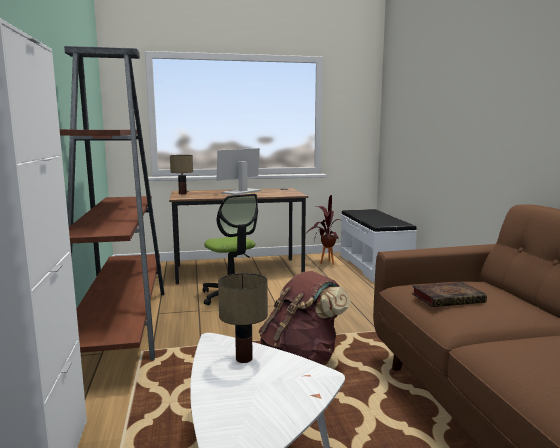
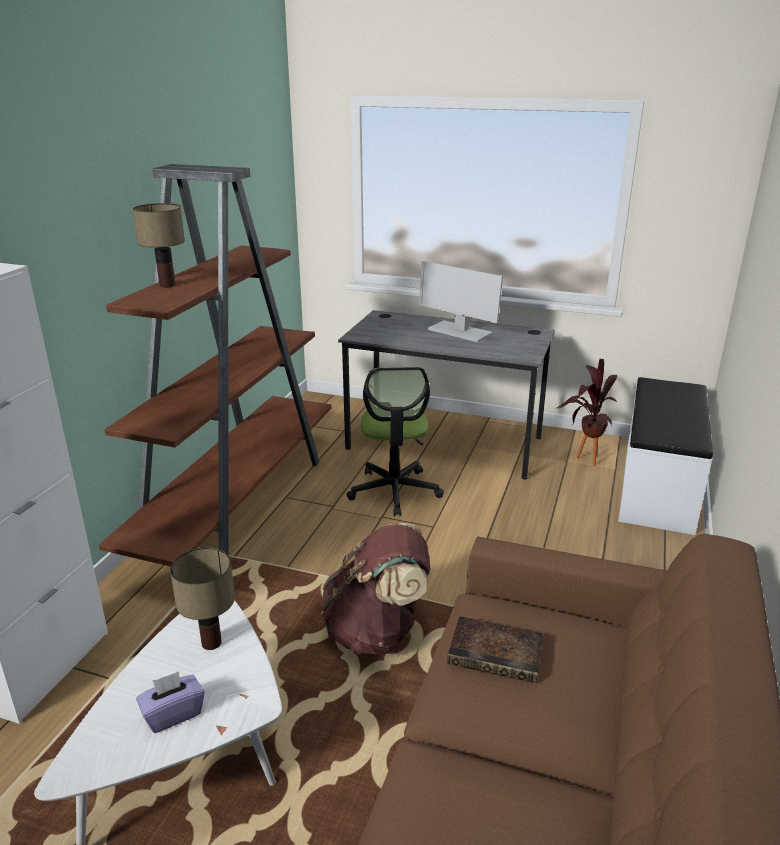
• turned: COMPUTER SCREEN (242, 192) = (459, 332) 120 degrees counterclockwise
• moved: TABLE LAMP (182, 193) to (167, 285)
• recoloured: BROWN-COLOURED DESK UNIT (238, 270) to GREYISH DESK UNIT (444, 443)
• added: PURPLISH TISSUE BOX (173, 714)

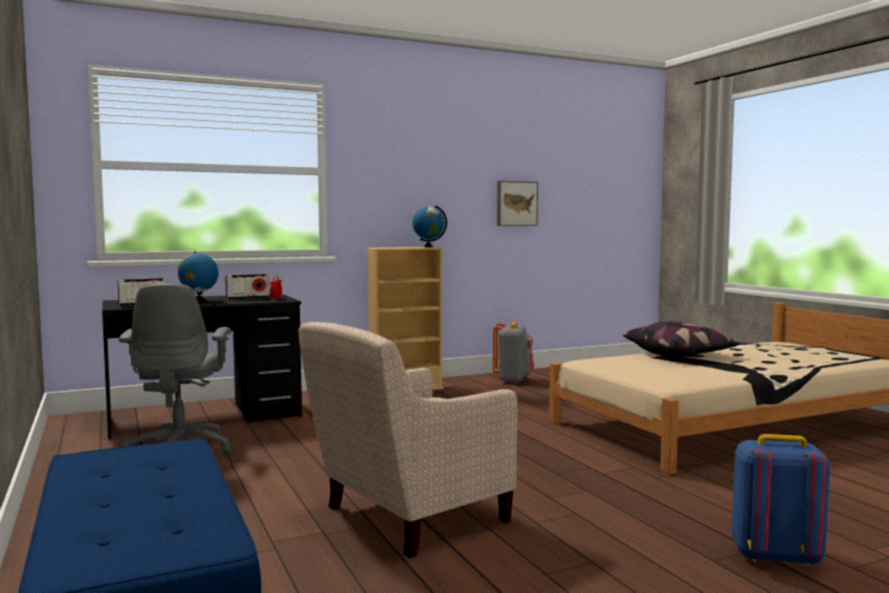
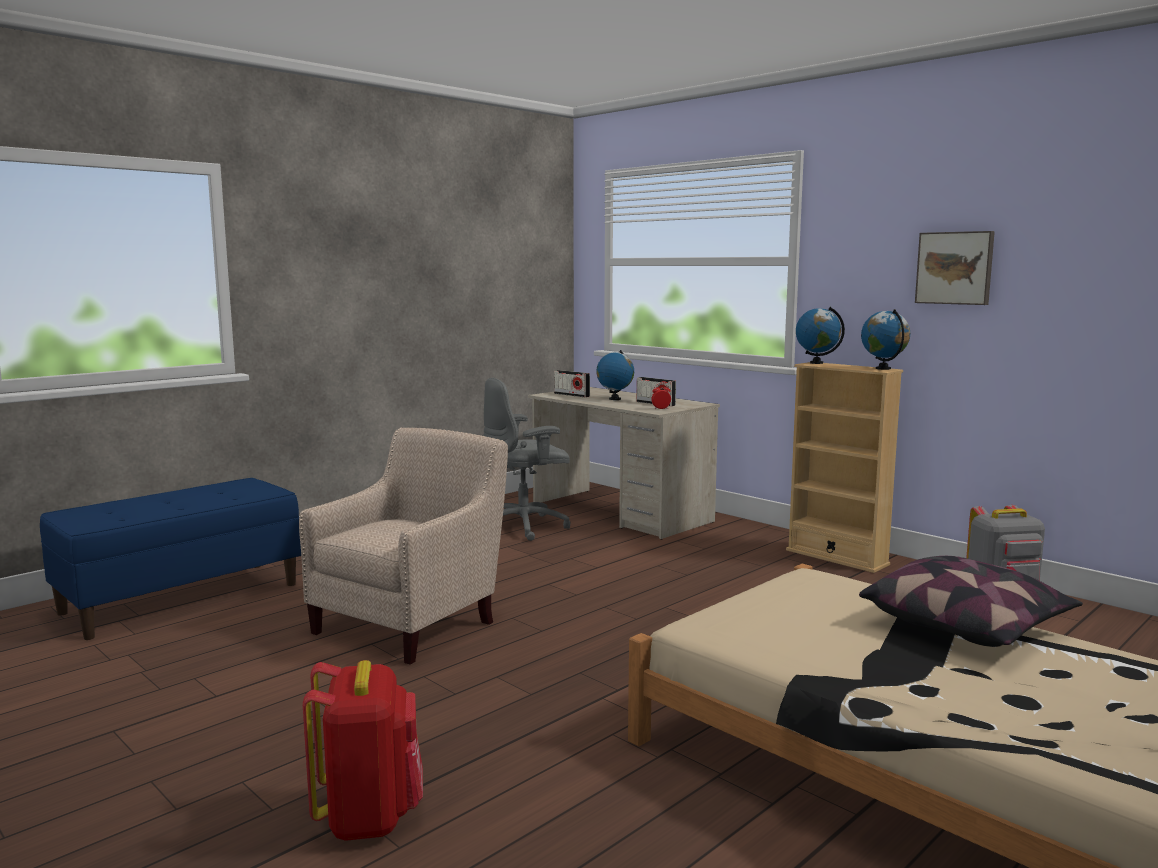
• moved: WALL ART (516, 203) to (955, 268)
• recoloured: BLACK DESK UNIT (205, 417) to SAND-COLOURED DESK UNIT (620, 513)
• turned: SAND-COLOURED LOUNGE CHAIR (406, 517) = (412, 623) 90 degrees clockwise
• recoloured: BLUE KNAPSACK (775, 556) to RED-COLOURED KNAPSACK (369, 816)
• added: WORLD GLOBE (816, 363)

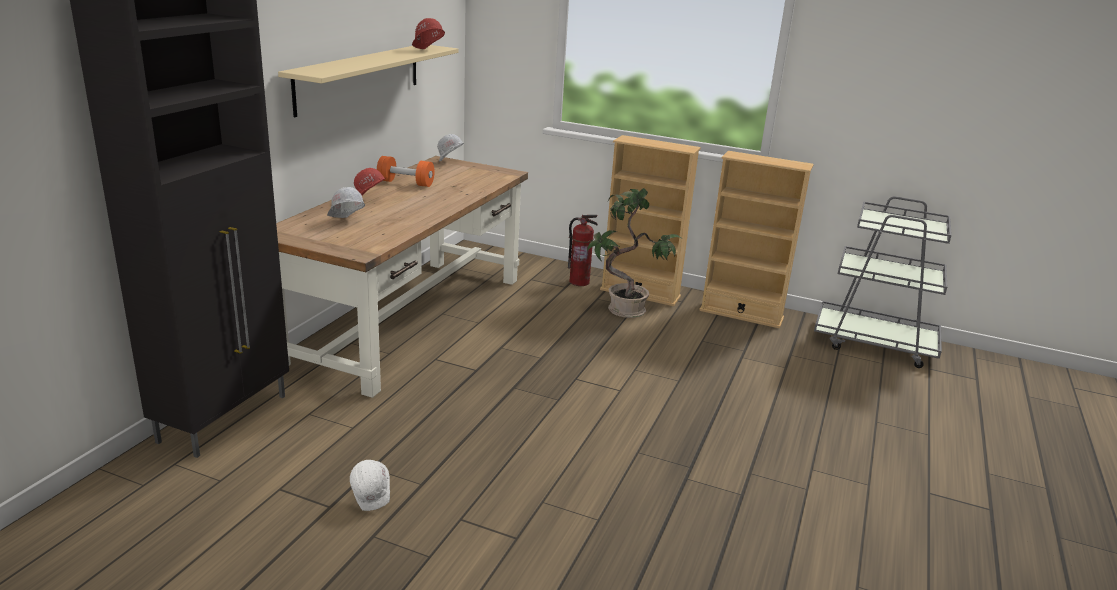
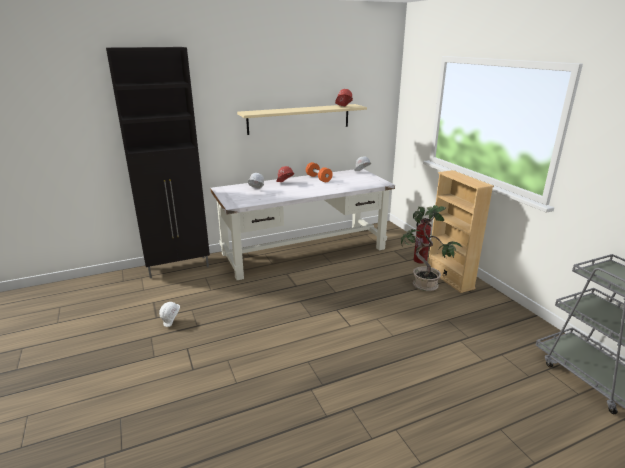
• removed: SAND-COLOURED SHELVING UNIT (741, 314)
• recoloured: BROWN-COLOURED DESK UNIT (409, 318) to WHITISH DESK UNIT (304, 251)

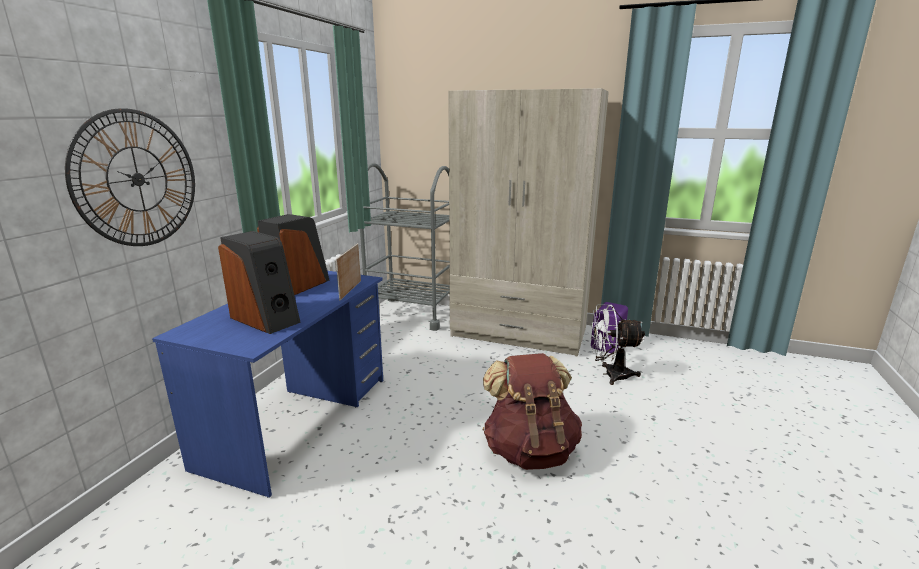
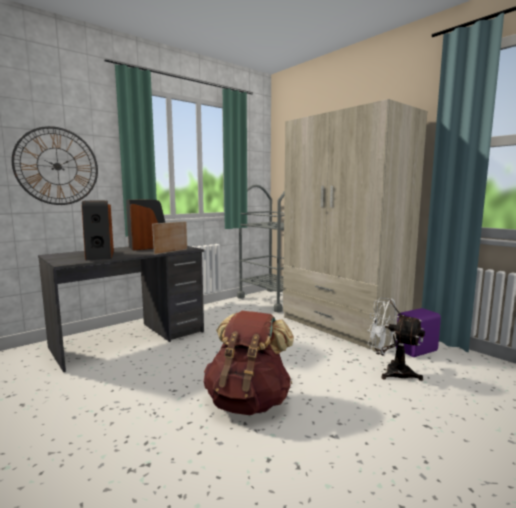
• recoloured: BLUE DESK UNIT (299, 420) to GREYISH DESK UNIT (130, 340)

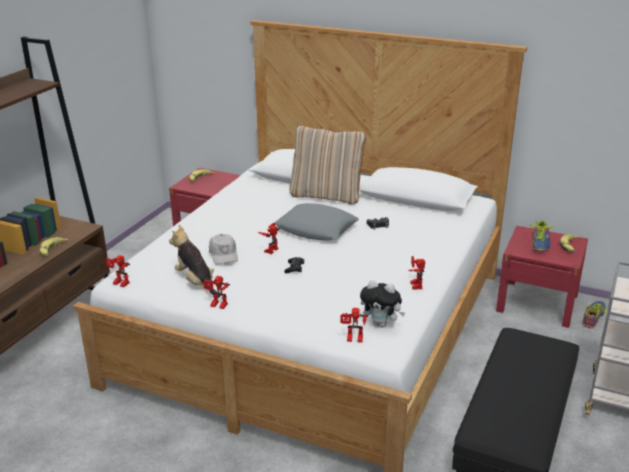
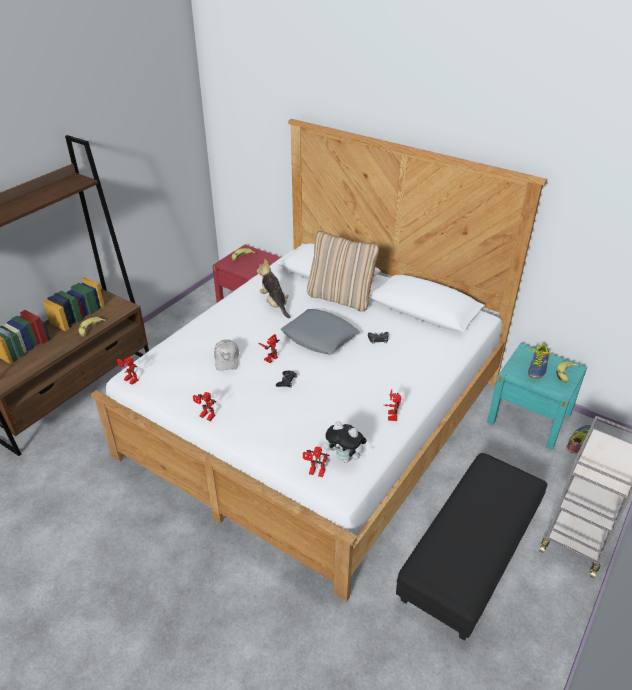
• moved: CUDDLY TOY (196, 282) to (274, 304)
• recoloured: RED-COLOURED BEDSIDE TABLE (537, 303) to TURQUOISE-COLOURED BEDSIDE TABLE (529, 417)

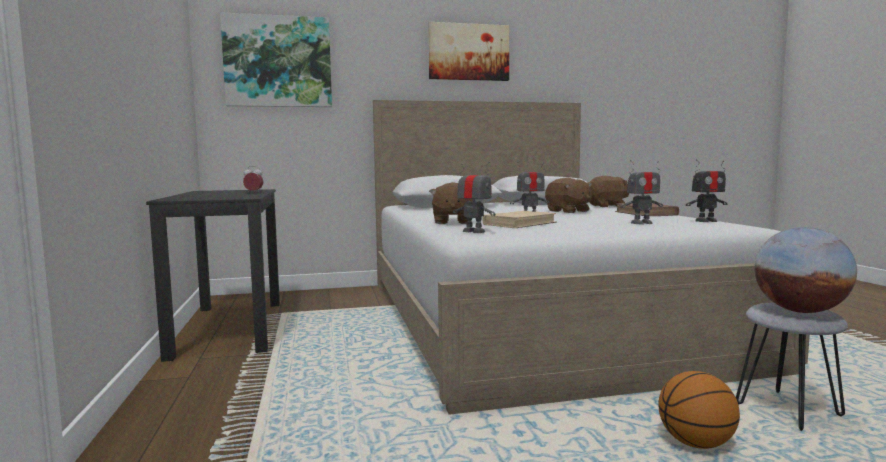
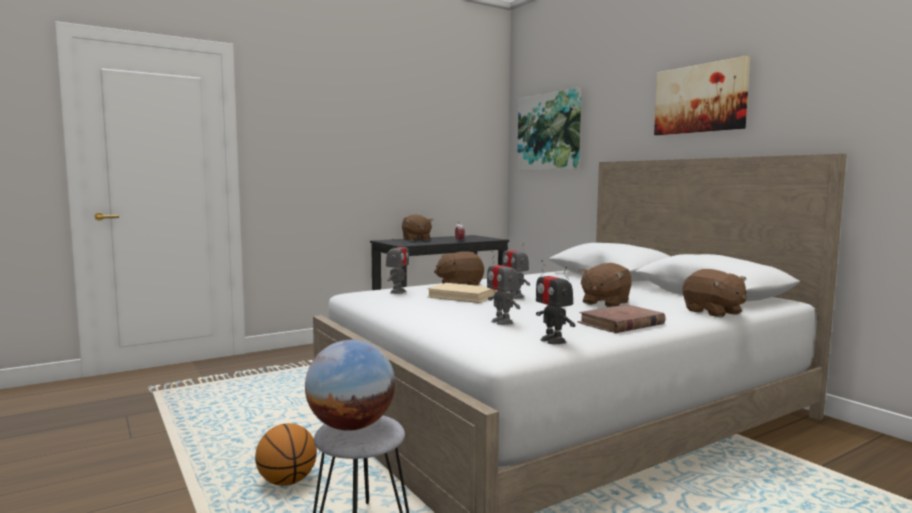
• added: BROWN-COLOURED CUDDLY TOY (416, 239)

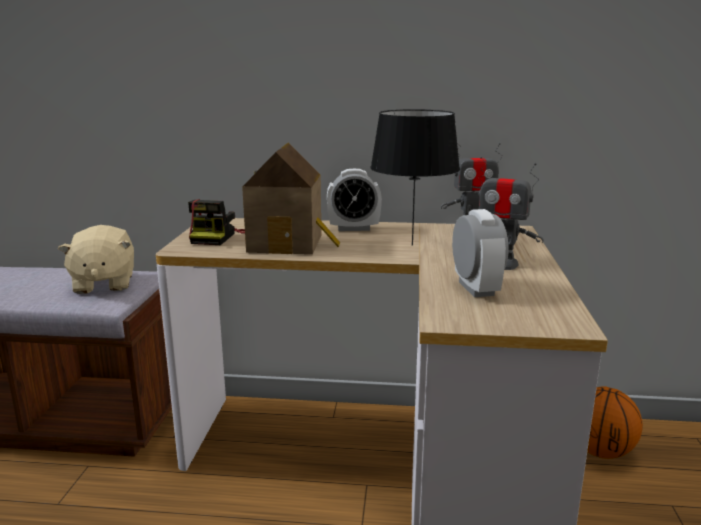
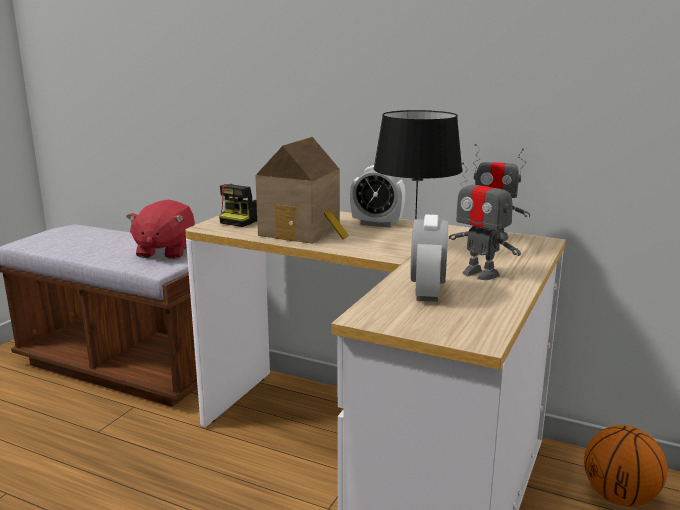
• recoloured: SAND-COLOURED CUDDLY TOY (103, 284) to RED-COLOURED CUDDLY TOY (165, 251)

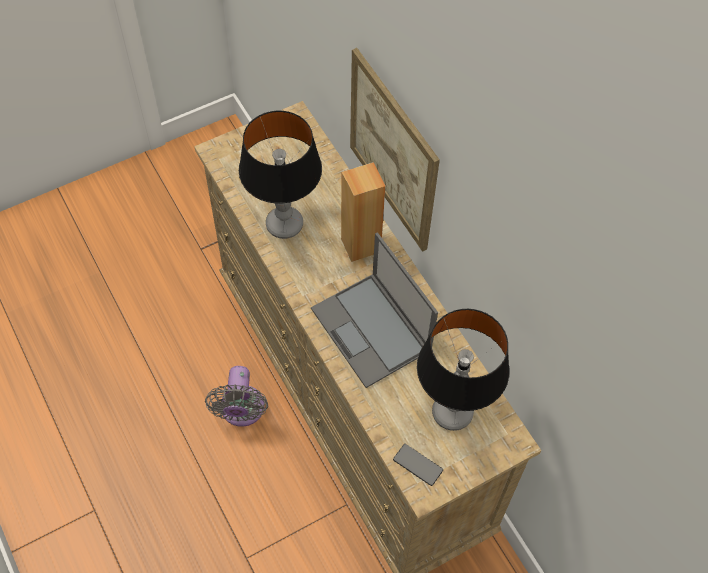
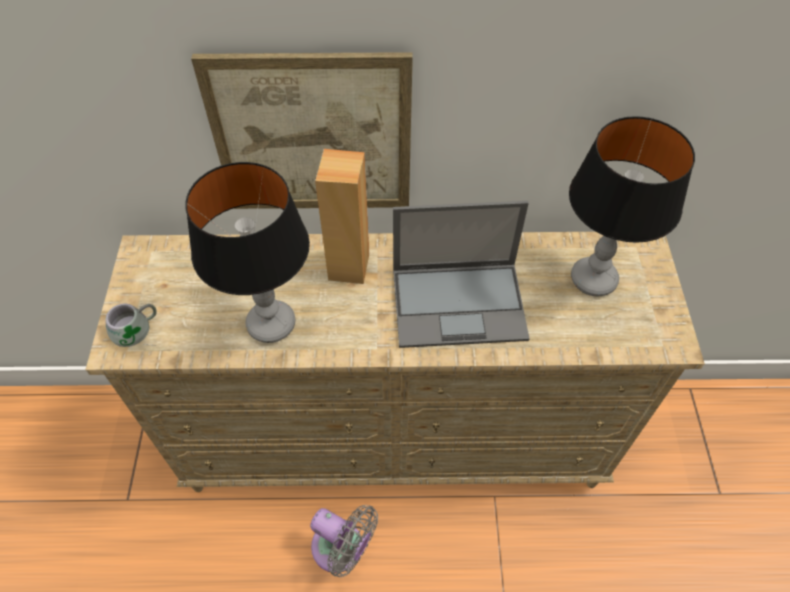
• removed: HANDSET (418, 465)
• added: GREYISH MUG (137, 332)

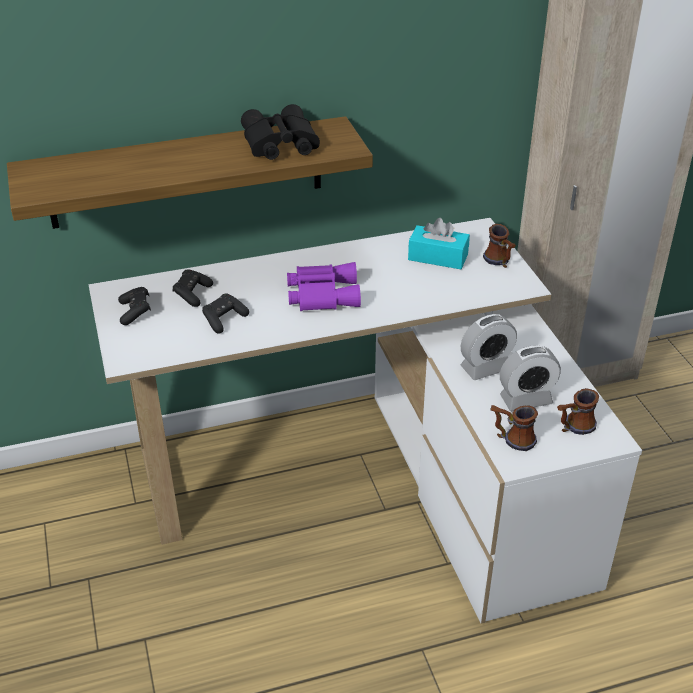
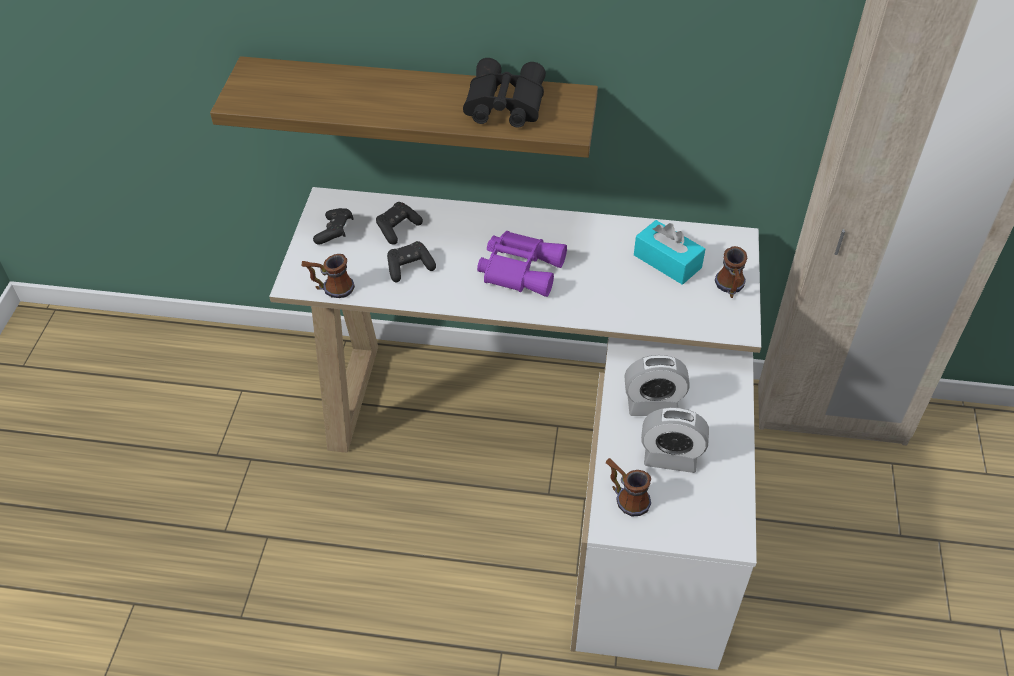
• moved: MUG (573, 427) to (330, 288)

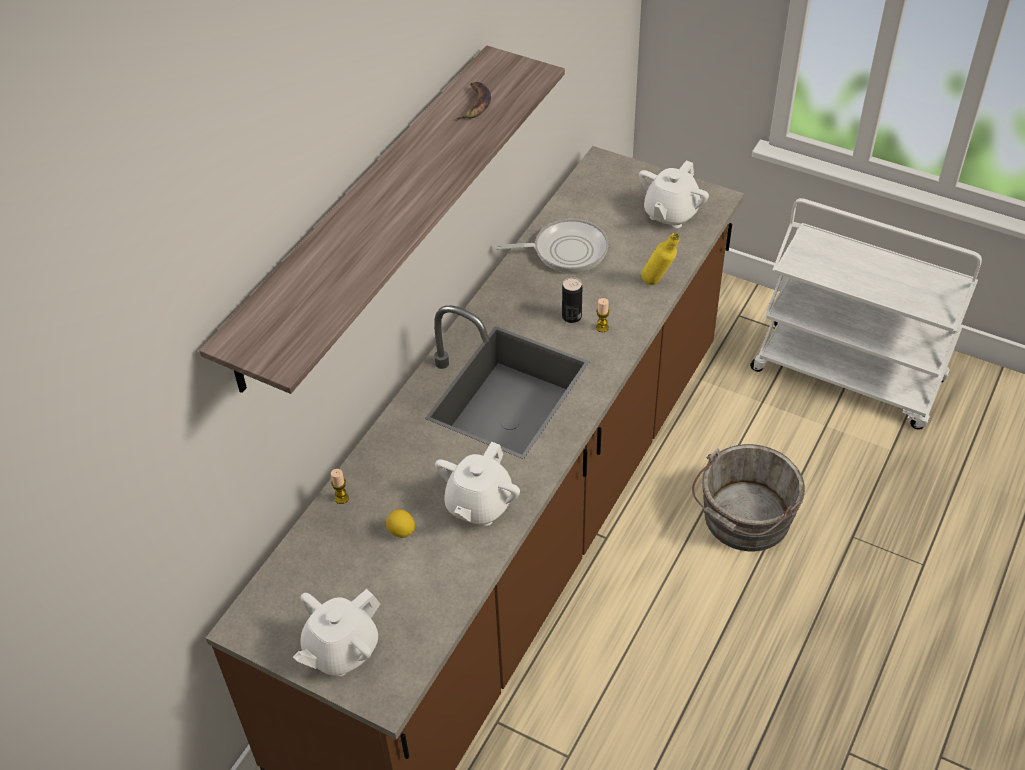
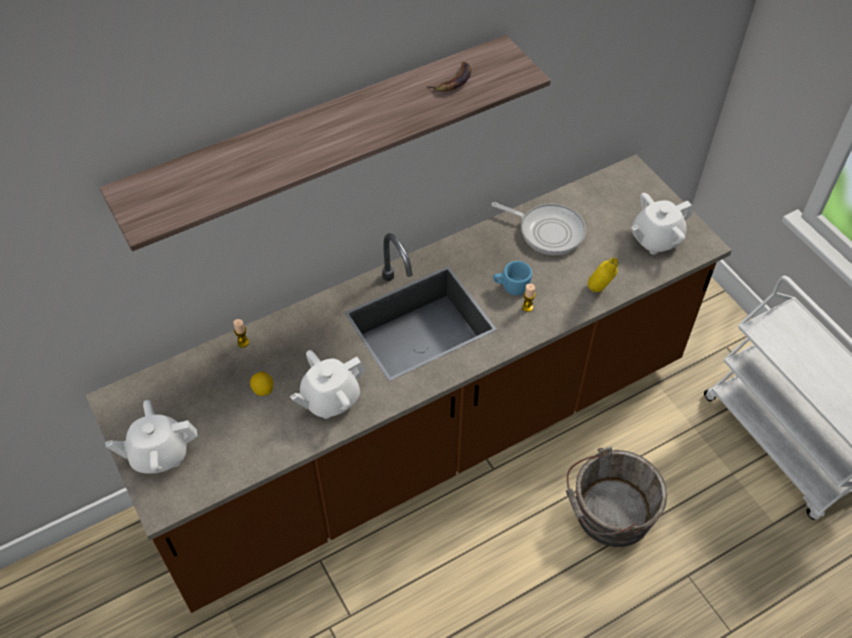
• replaced: SEALED CAN (571, 316) to BLUE MUG (511, 287)

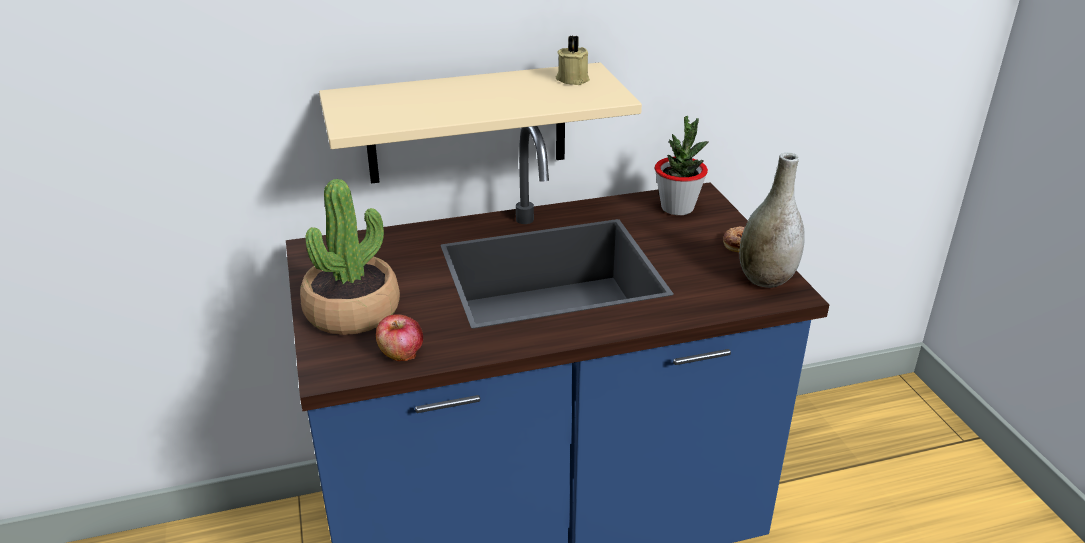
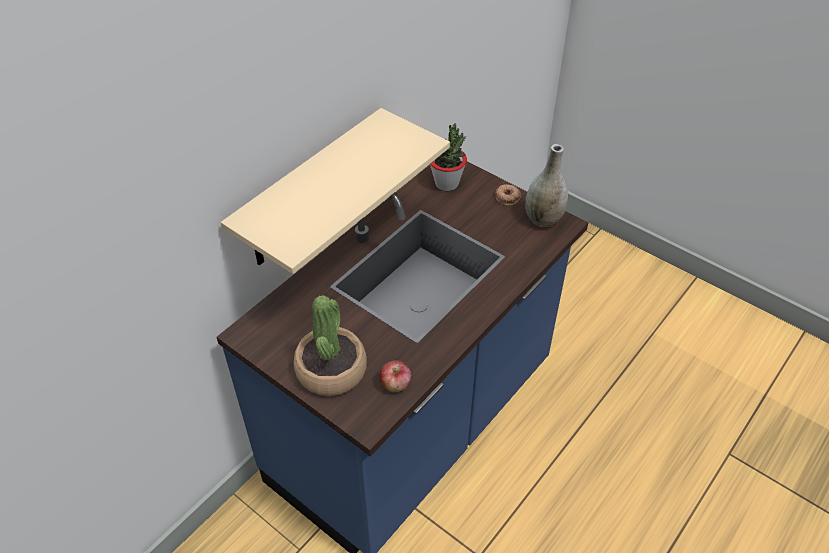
• removed: SAND-COLOURED WAX LIGHT (573, 79)

